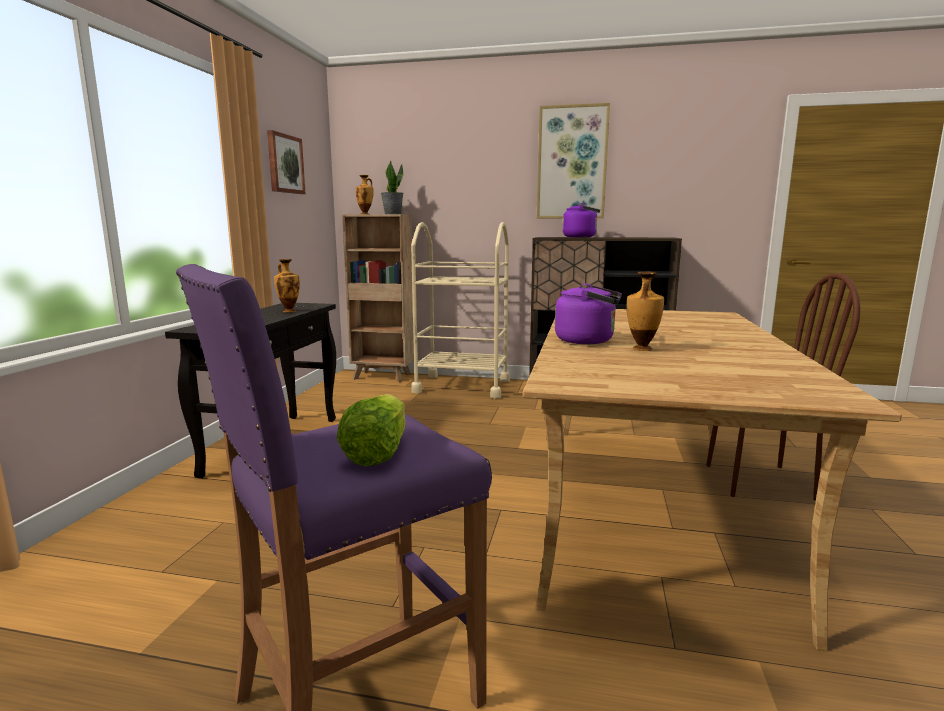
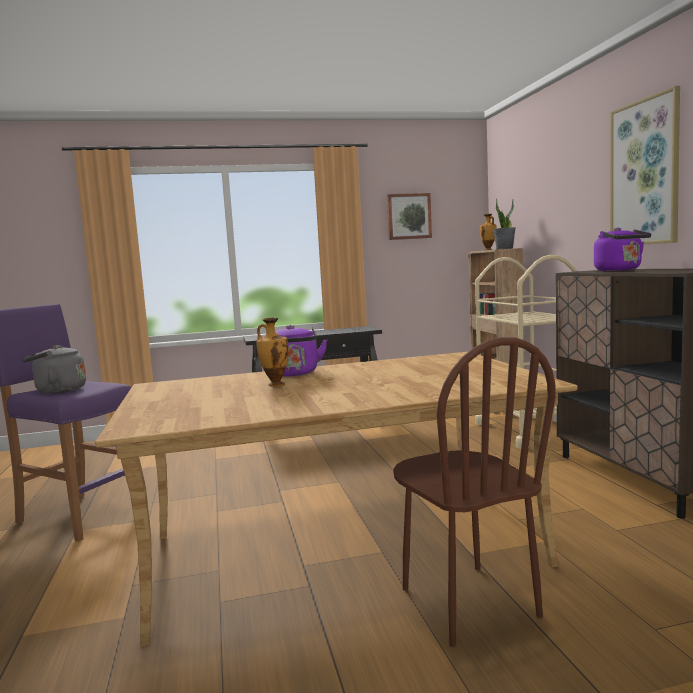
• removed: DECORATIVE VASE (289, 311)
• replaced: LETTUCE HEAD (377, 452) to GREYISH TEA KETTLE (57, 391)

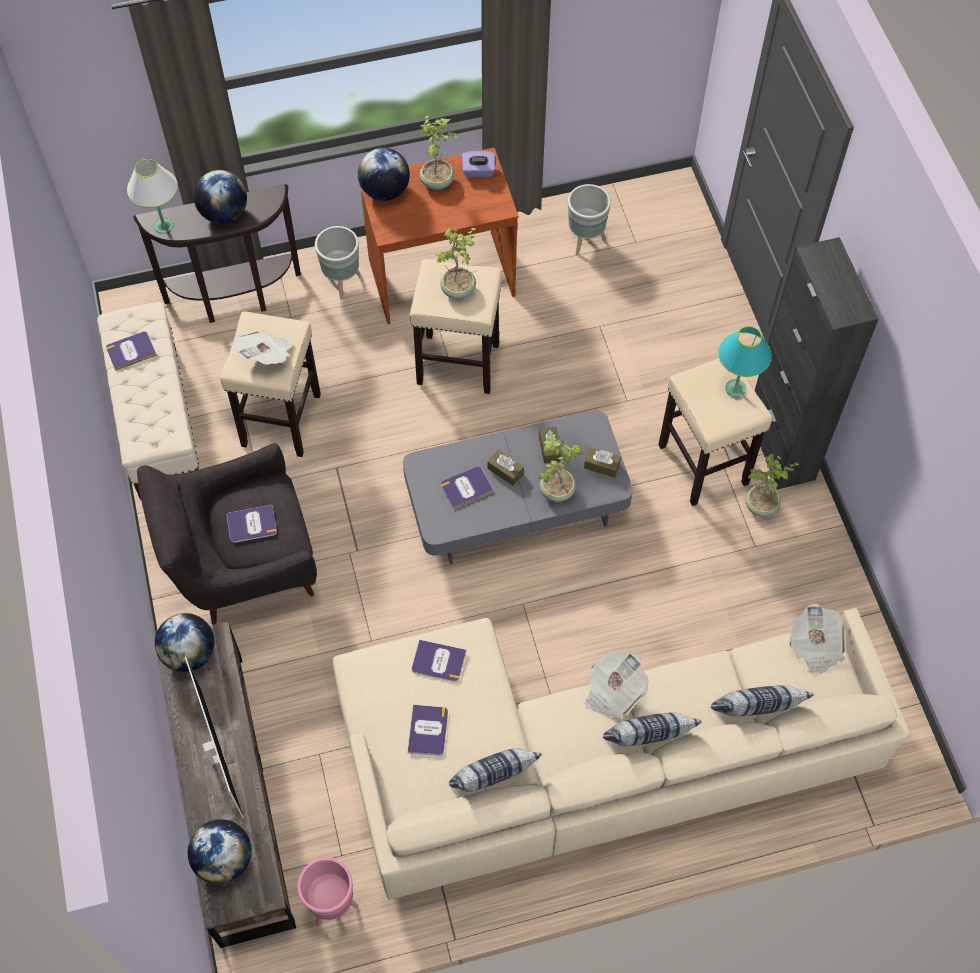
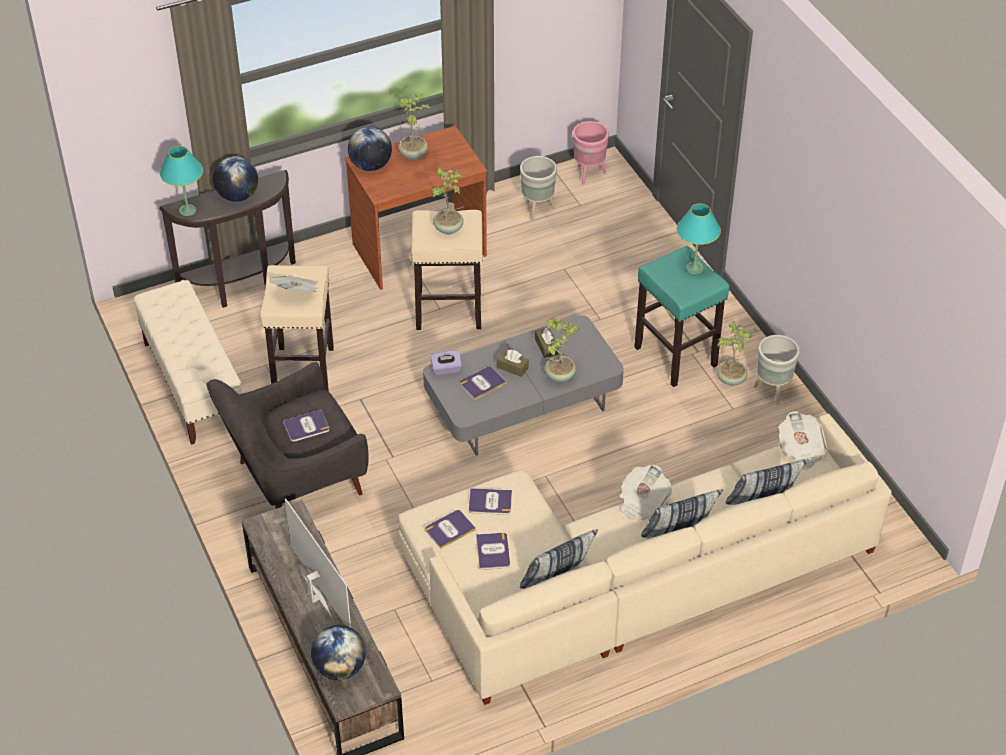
• moved: PURPLISH TISSUE BOX (478, 171) to (446, 369)
• recoloured: WHITISH TABLE LAMP (163, 225) to TURQUOISE-COLOURED TABLE LAMP (187, 210)
• moved: GREYISH PLANT POT (343, 283) to (773, 391)
• removed: BLACK CABINET (780, 447)
• moved: BOUND BOOK (131, 351) to (449, 529)
• recoloured: SAND-COLOURED STOOL SEAT (704, 465) to TURQUOISE-COLOURED STOOL SEAT (676, 357)
• removed: BROWN-COLOURED TISSUE BOX (602, 465)
• removed: WORLD GLOBE (189, 653)
• moved: PINKISH PLANT POT (332, 905) to (589, 174)

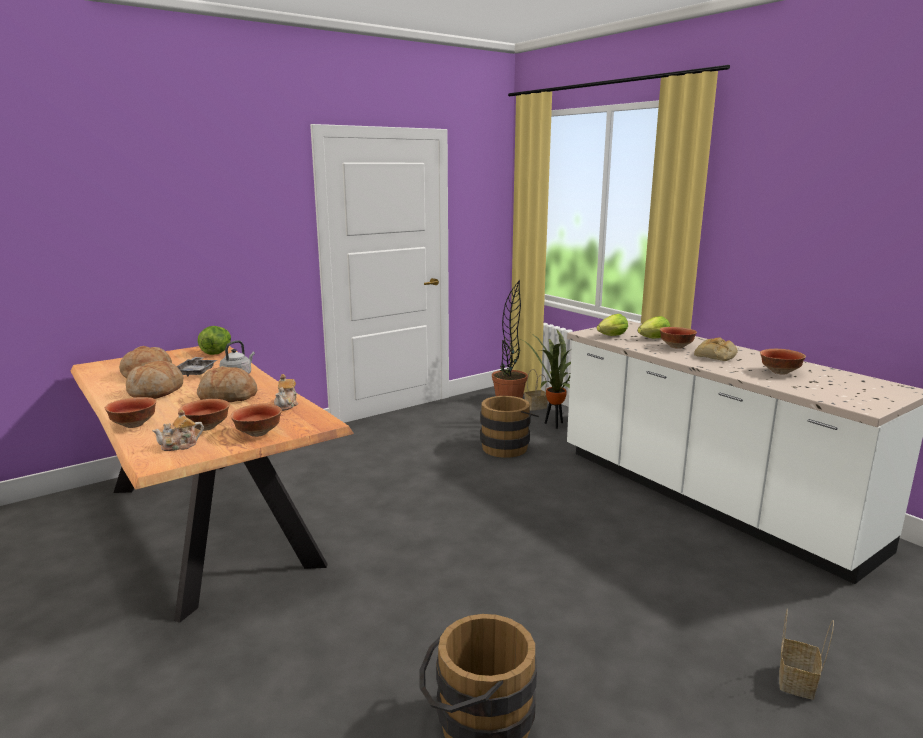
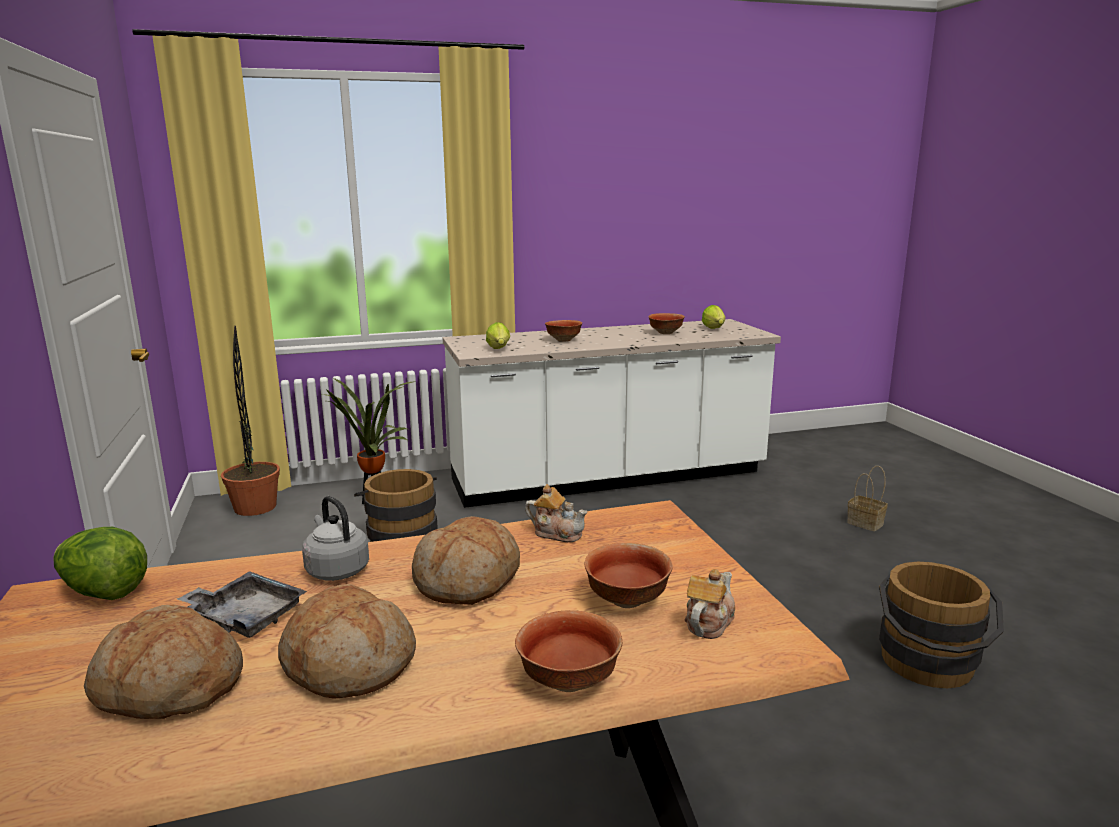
• moved: LETTUCE HEAD (652, 339) to (714, 329)
• removed: BAKERY BREAD (716, 356)
• removed: HOUSEHOLD BASKET (536, 406)
• removed: DEEP DISH (258, 433)
• turned: TEAPOT (180, 445) = (708, 623) 135 degrees counterclockwise

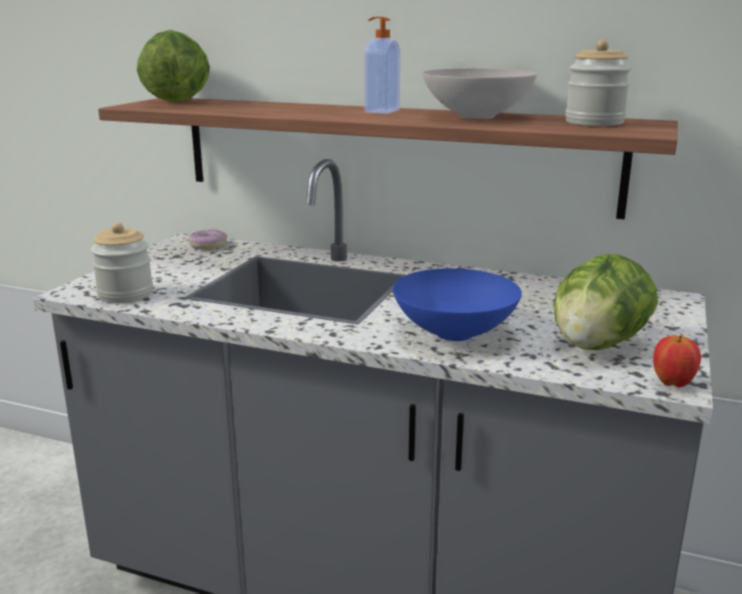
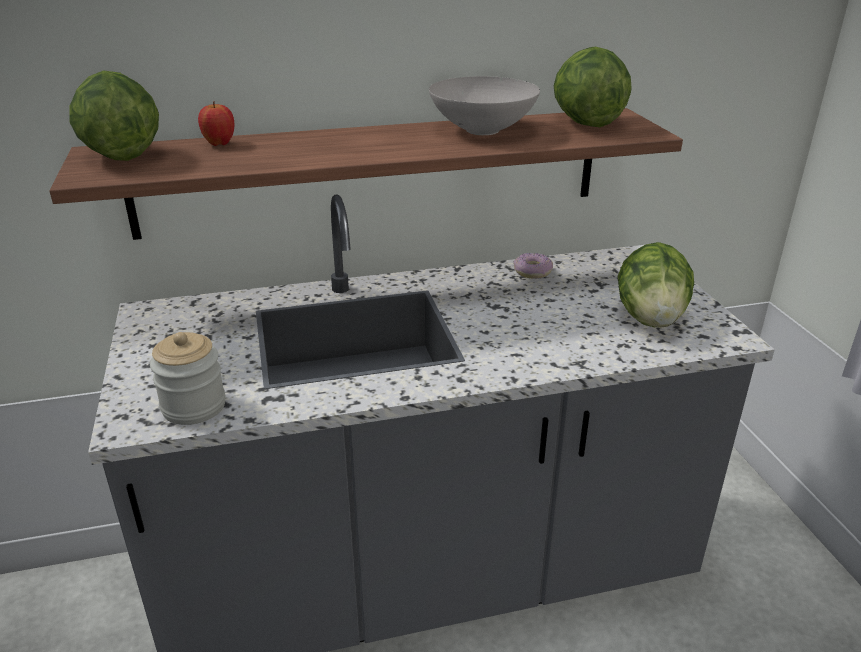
• removed: SOAP DISPENSER (381, 111)
• replaced: PRESERVE JAR (594, 122) to LETTUCE HEAD (585, 123)
• moved: DONUT (208, 245) to (532, 271)
• removed: BLUE DEEP DISH (456, 333)
• moved: APPLE FRUIT (672, 383) to (219, 144)

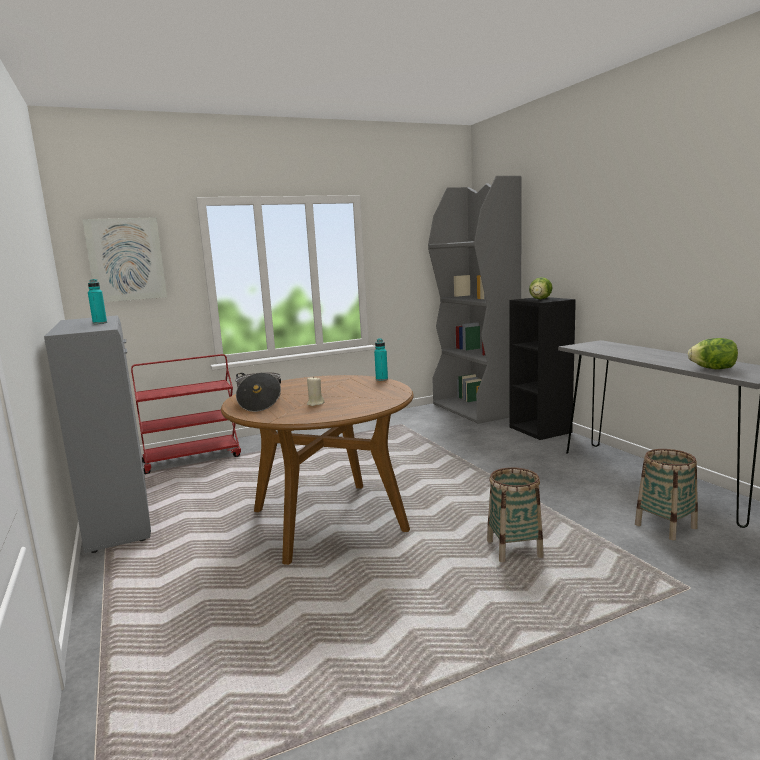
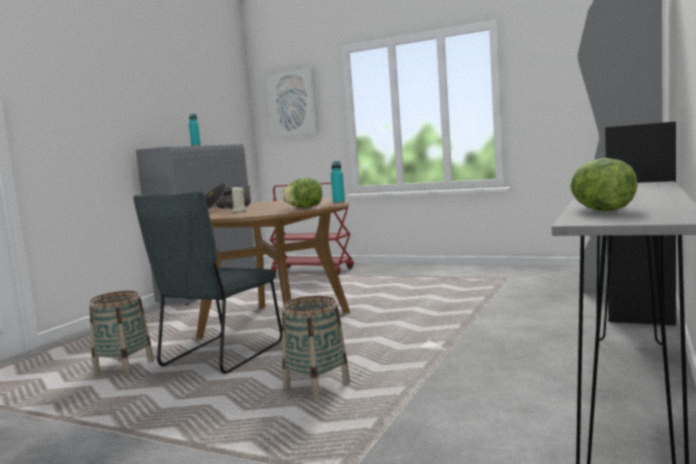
• moved: LETTUCE HEAD (540, 299) to (304, 207)
• moved: HOUSEHOLD BASKET (665, 526) to (124, 368)
• added: GREYISH UPRIGHT CHAIR (219, 356)

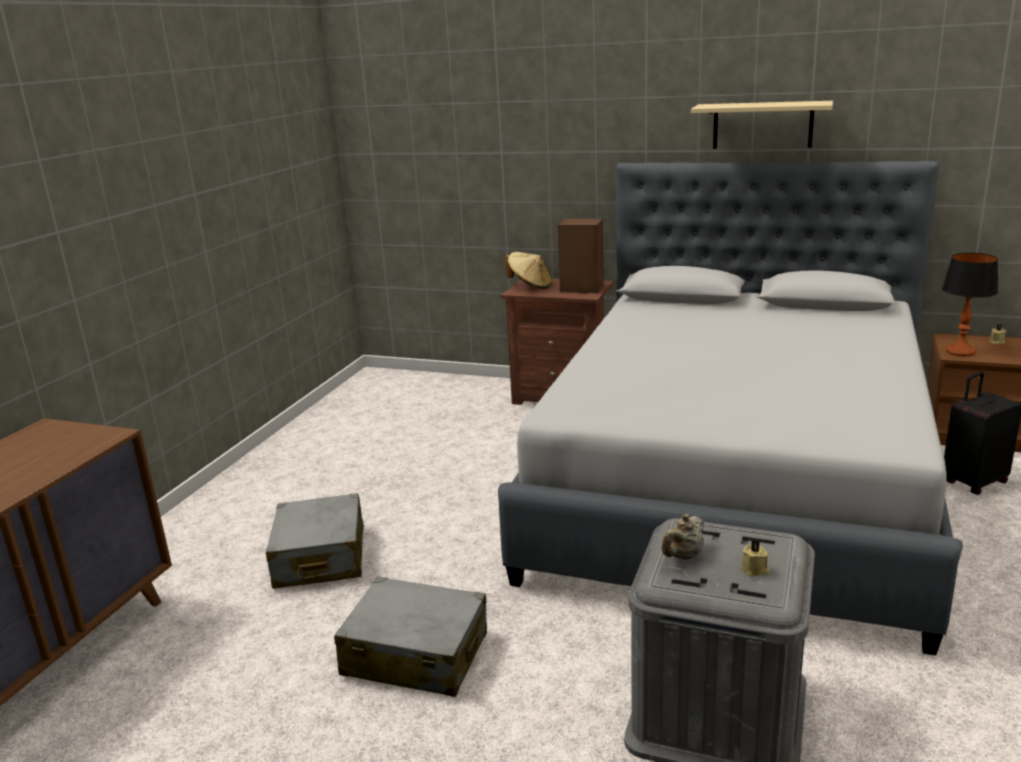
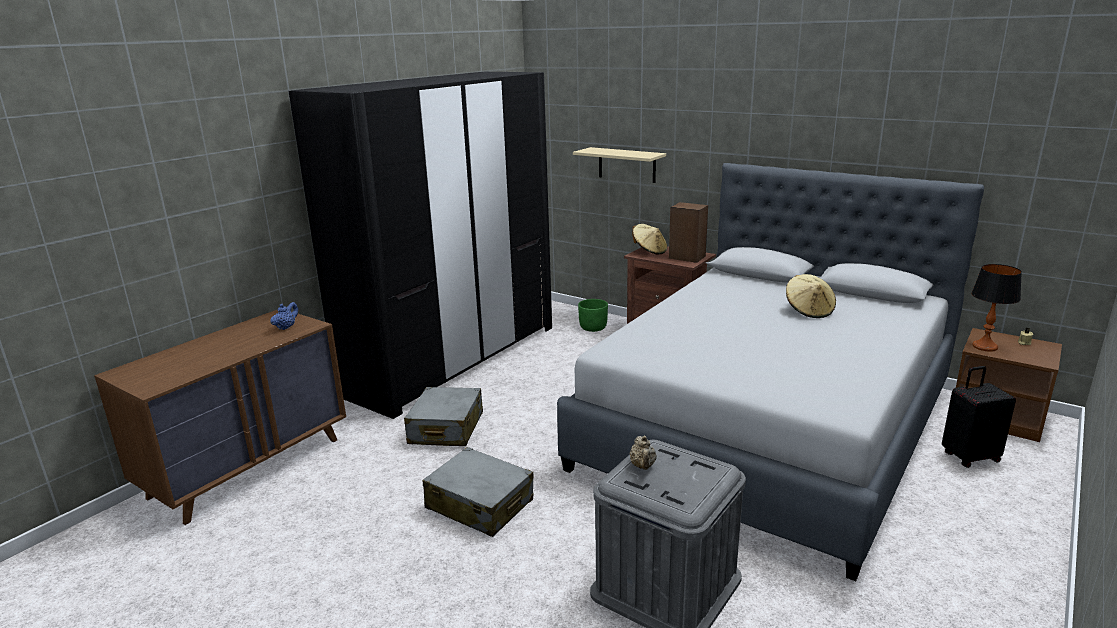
• moved: SAND-COLOURED SHELF (762, 125) to (626, 165)
• turned: SAND-COLOURED TEAPOT (683, 556) = (643, 466) 60 degrees counterclockwise
• removed: SAND-COLOURED WAX LIGHT (755, 570)
• added: BLACK WARDROBE (455, 359)
• added: SAND-COLOURED HAT (809, 311)
• added: GREEN-COLOURED PLANT POT (593, 328)
• added: BLUE TEAPOT (286, 327)

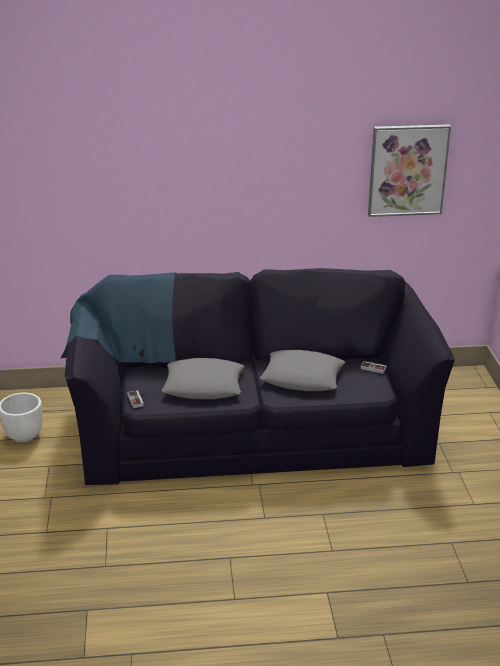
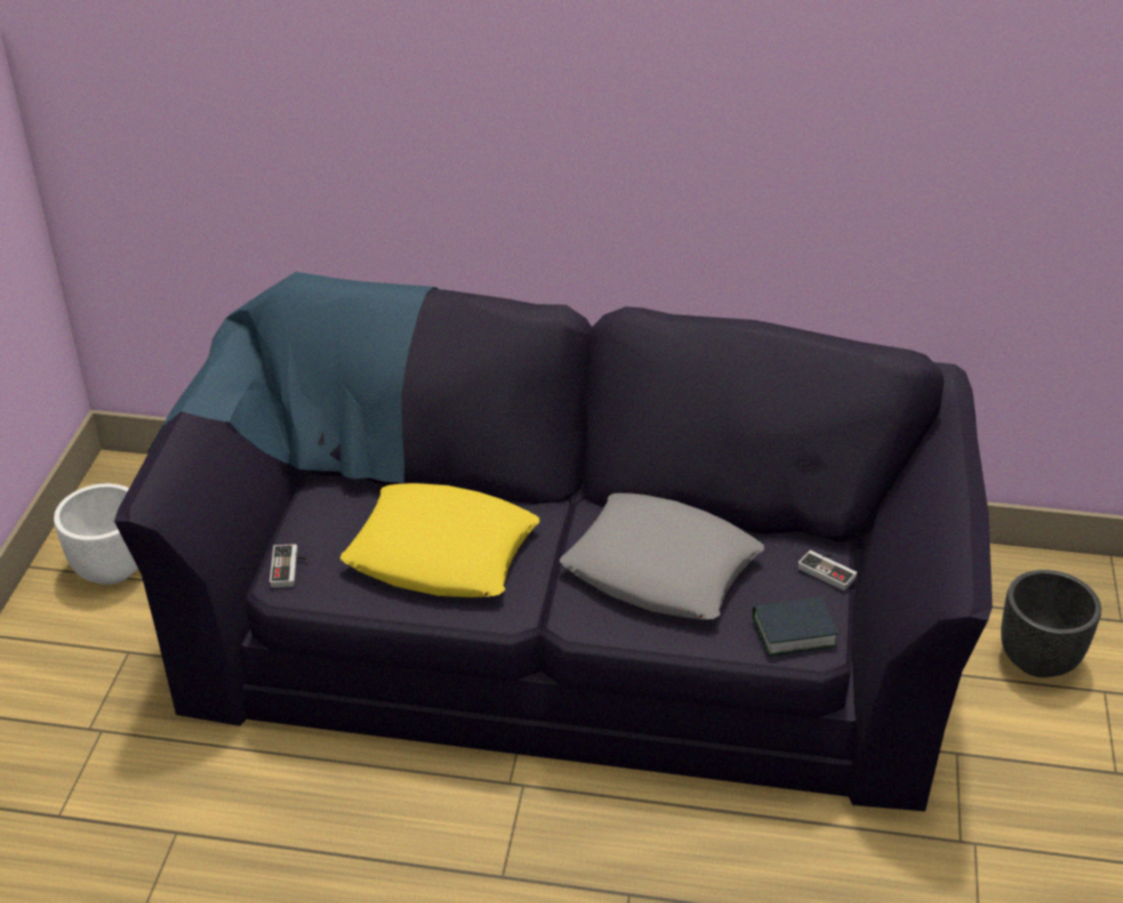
• removed: WALL ART (407, 170)
• recoloured: GREYISH THROW PILLOW (204, 386) to YELLOWISH THROW PILLOW (442, 553)
• added: BLACK PLANT POT (1039, 659)
• added: BOUND BOOK (793, 632)

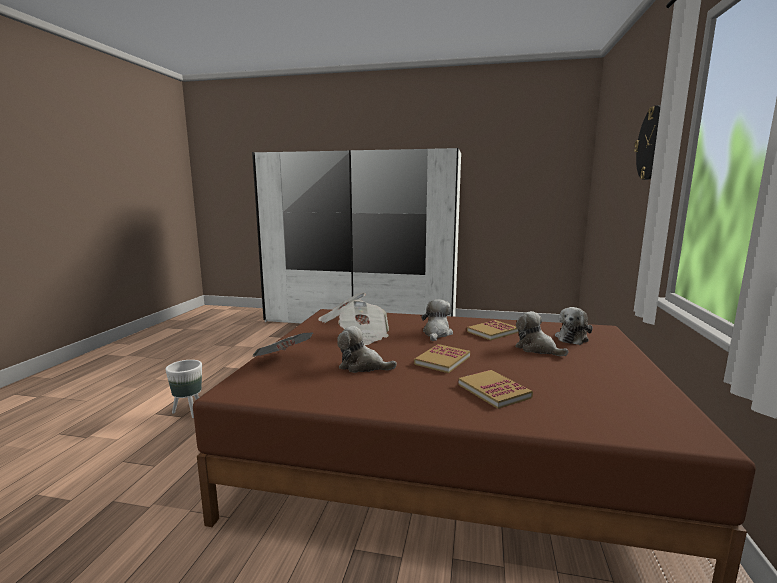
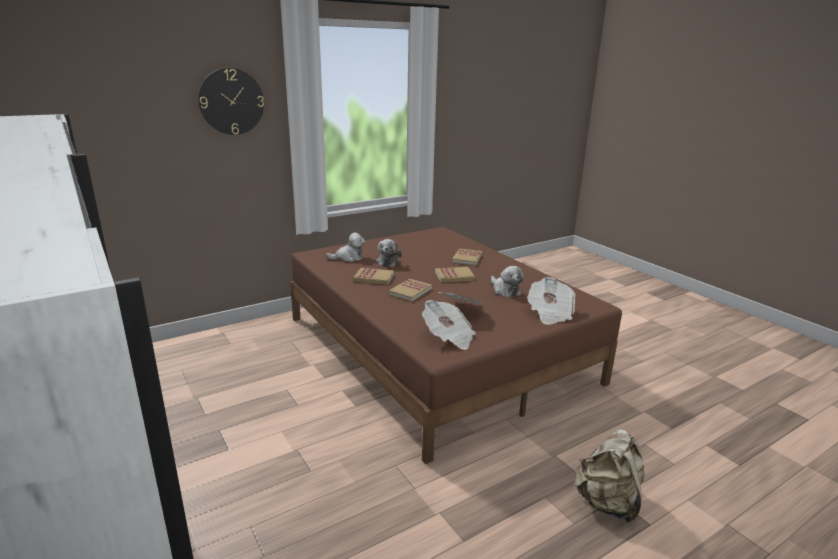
• replaced: CUDDLY TOY (436, 333) to BOUND BOOK (410, 291)
• replaced: WHITISH PLANT POT (189, 411) to SAND-COLOURED KNAPSACK (607, 503)

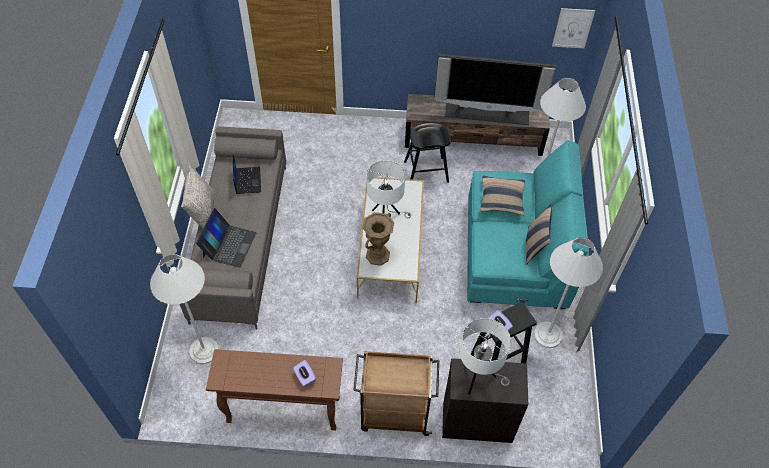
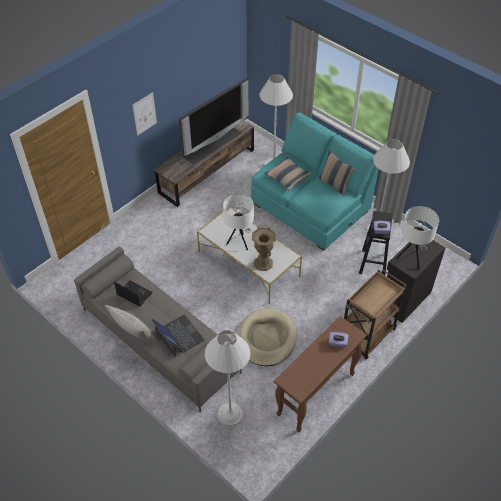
• moved: WALL ART (573, 28) to (144, 113)
• removed: BLACK STOOL SEAT (426, 172)
• added: SAND-COLOURED PET BED (267, 339)

